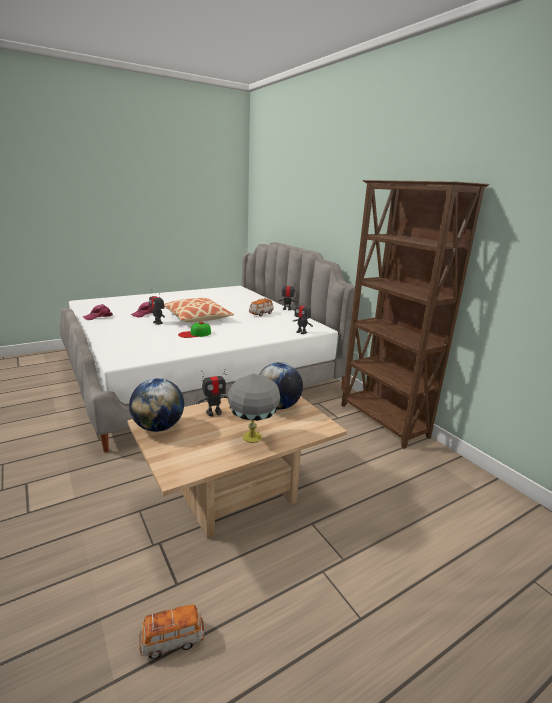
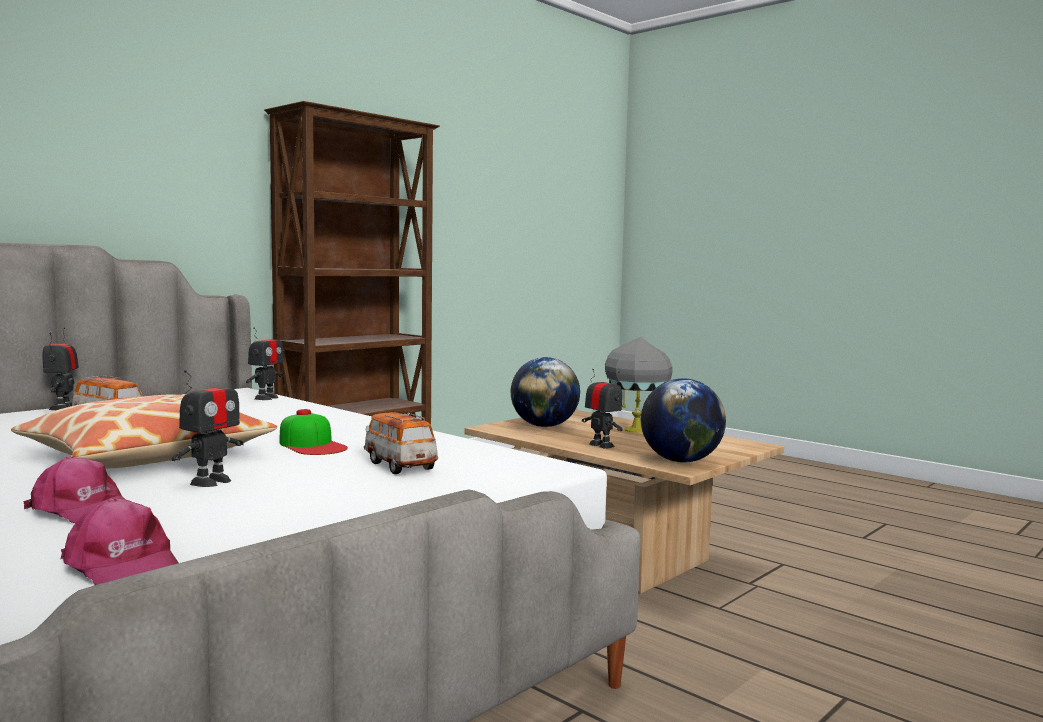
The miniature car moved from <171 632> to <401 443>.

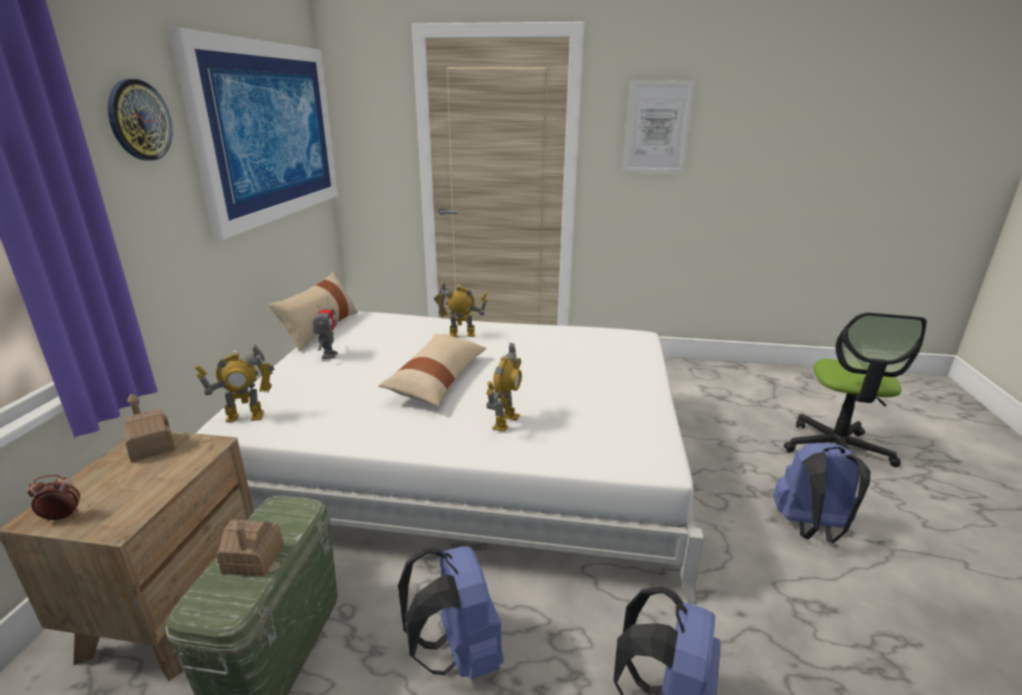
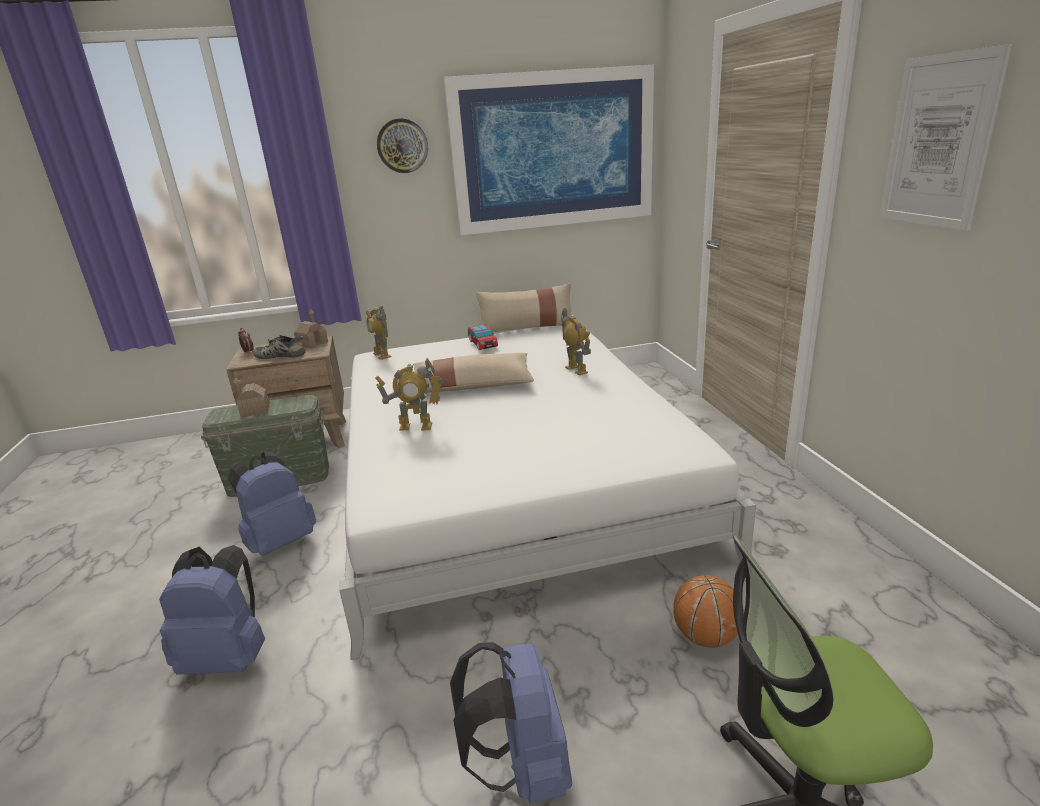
The low shoe at <279 347> appeared.
The model robot at <325 328> was replaced by the miniature car at <483 337>.
The basketball at <708 611> appeared.

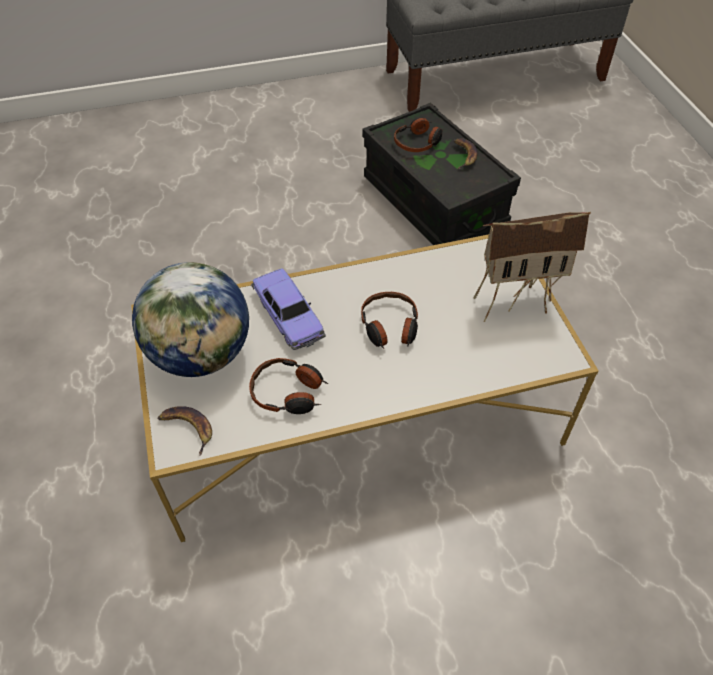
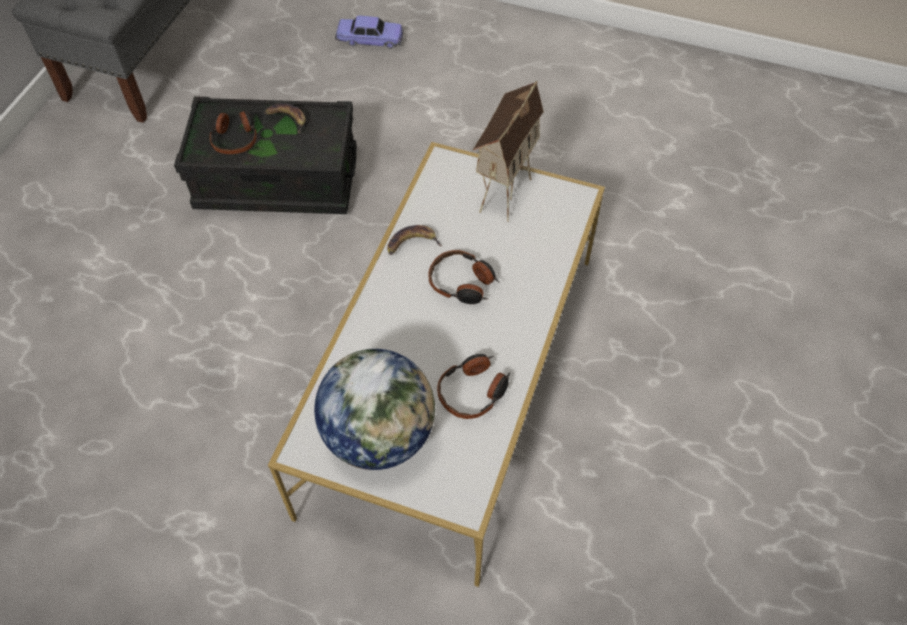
The miniature car moved from <288 309> to <369 32>.
The banana fruit moved from <184 430> to <414 240>.

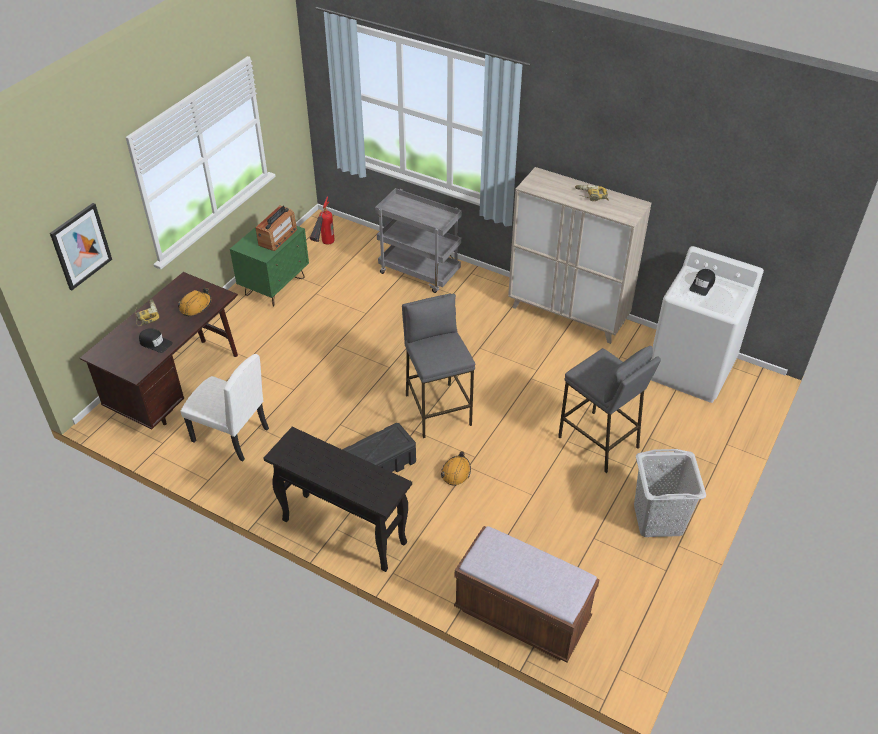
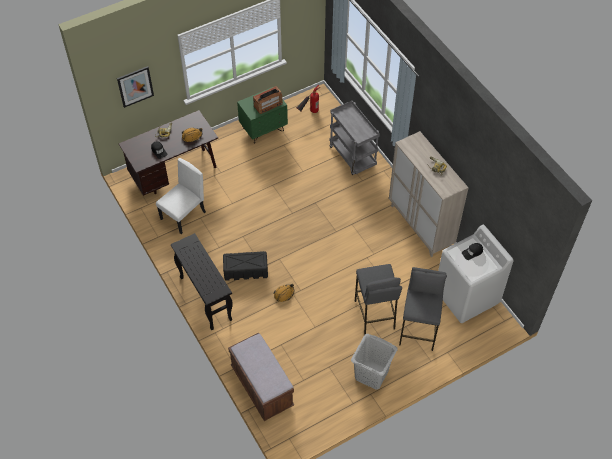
The white plain chair at <224 407> turned 105 degrees counterclockwise.
The greyish stool moved from <438 366> to <423 309>.

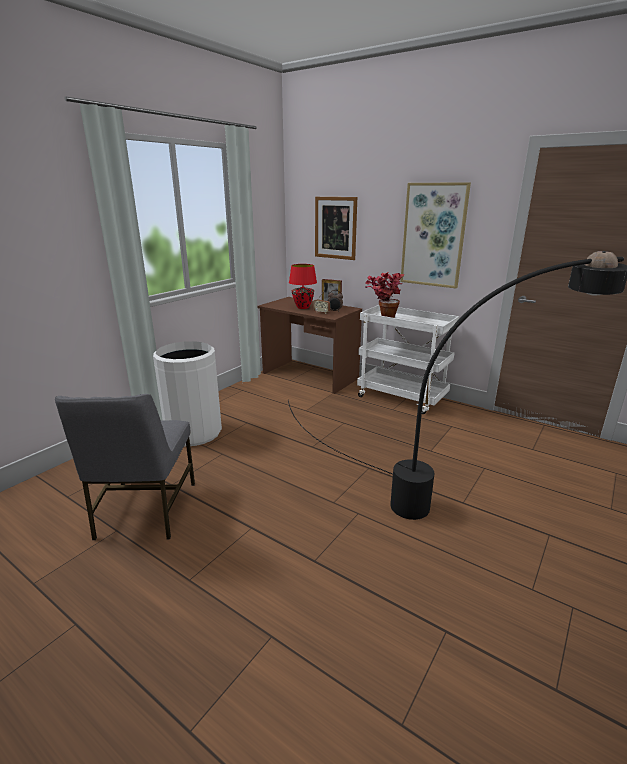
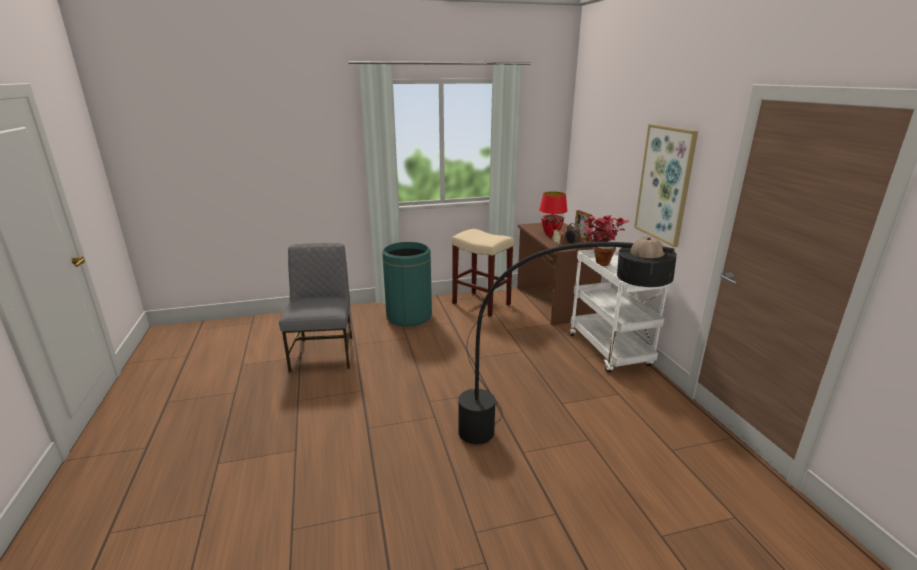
The greyish plain chair at <125 467> turned 135 degrees clockwise.
The white rubbish bin at <187 393> became the green rubbish bin at <407 284>.
The beige-coloured stool at <482 273> appeared.
The picture at <336 228> disappeared.

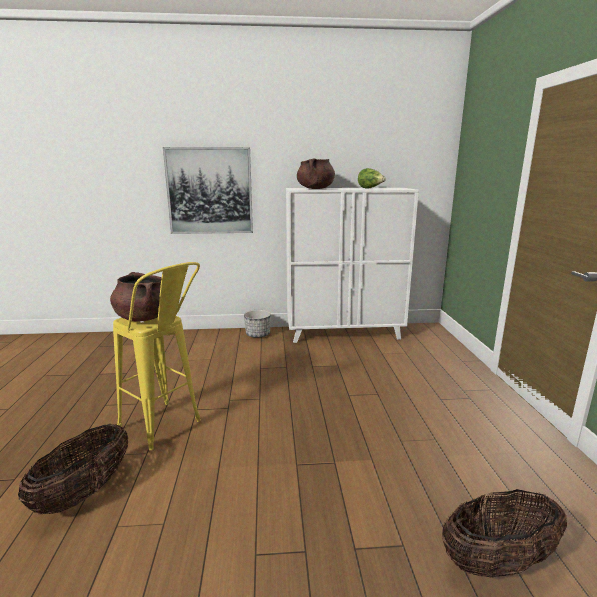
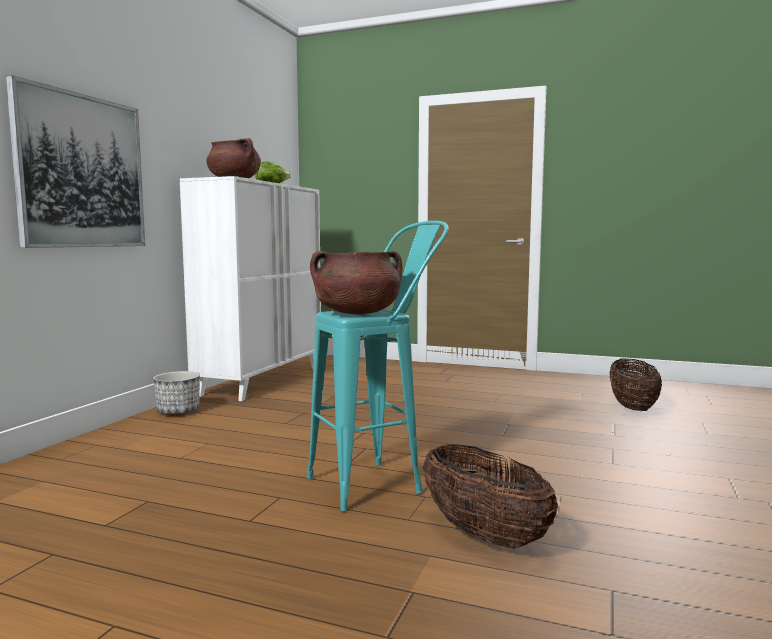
The yellowish stool at <157 356> became the turquoise-coloured stool at <378 366>.

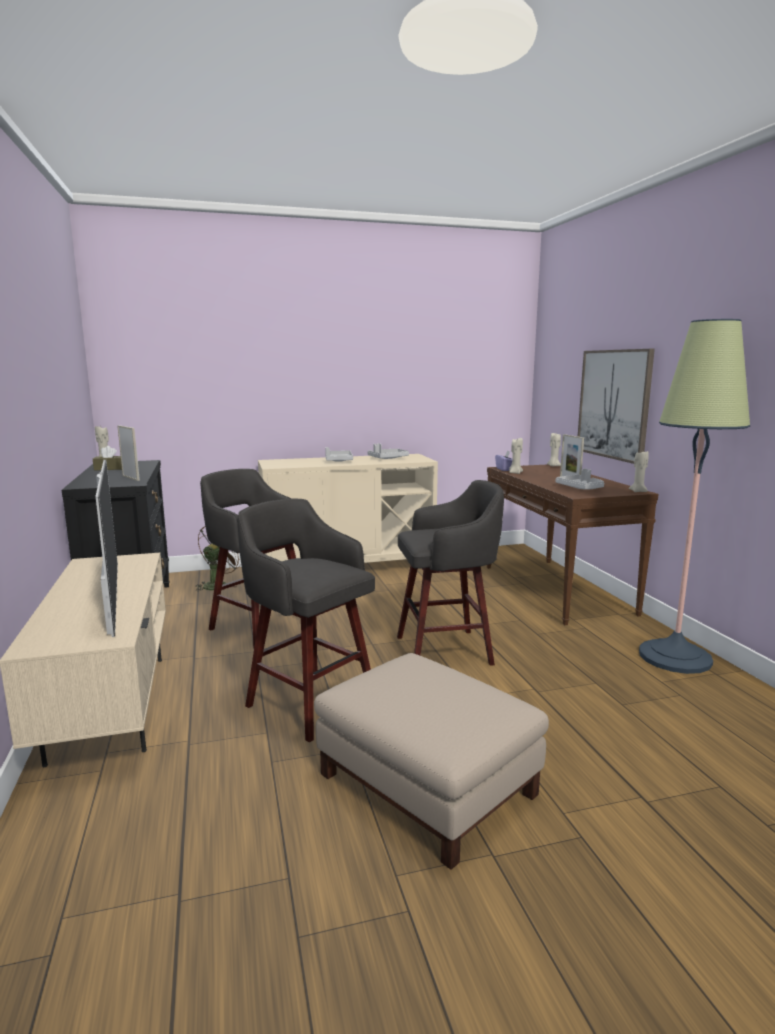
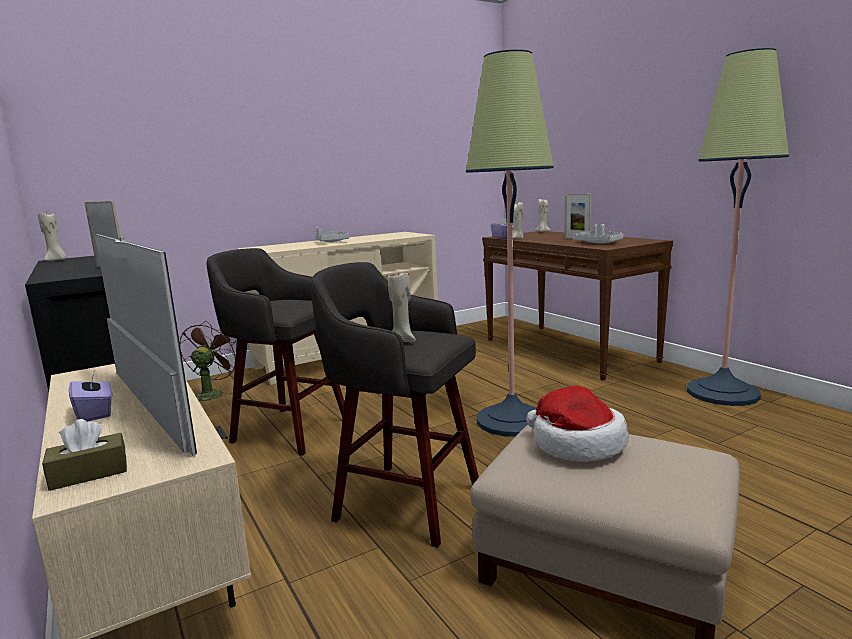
The brownish tissue holder moved from <107 458> to <84 455>.
The purplish tissue holder at <91 395> appeared.
The beige-coloured candle moved from <639 471> to <402 307>.
The greyish stool at <450 573> was replaced by the floor lamp at <510 243>.
The wearable hat at <577 424> appeared.
The greyish carrying tray at <388 451> disappeared.
The picture at <616 406> disappeared.

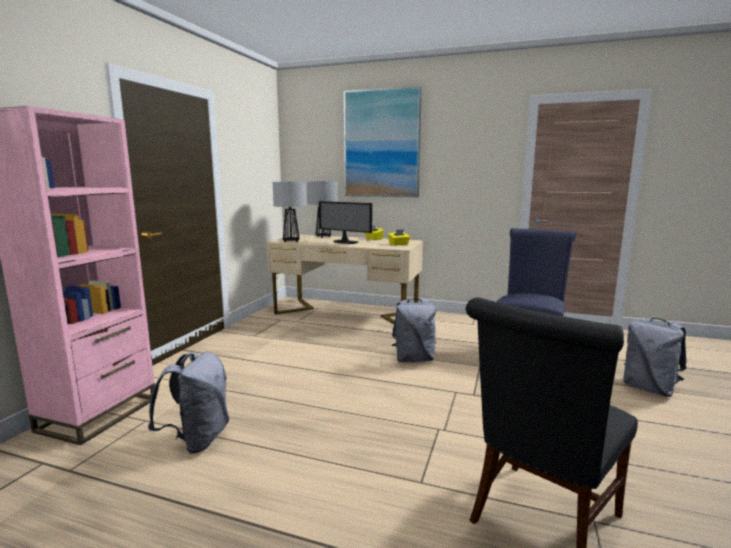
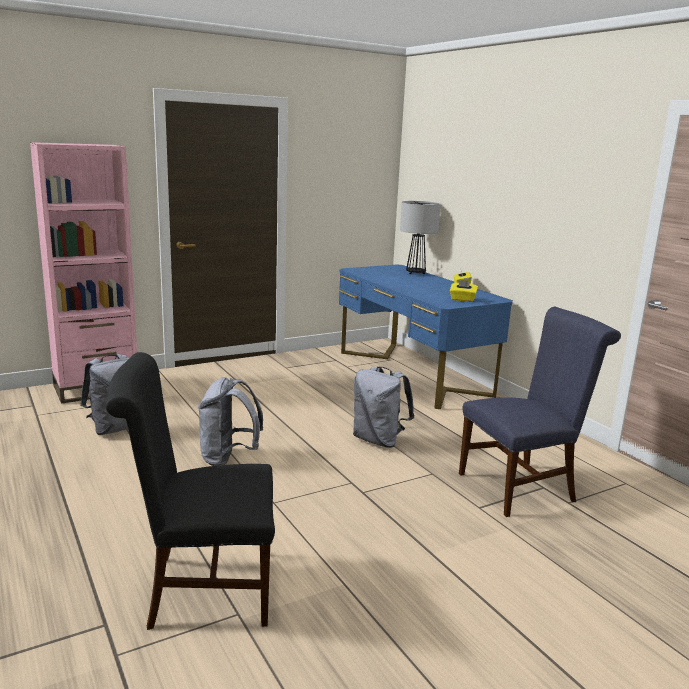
The greyish knapsack moved from <654 357> to <231 421>.
The beige-coloured desk at <345 279> became the bluish desk at <426 337>.
The lamp for a table at <289 212> disappeared.
The computer display at <345 222> disappeared.
The picture at <383 141> disappeared.

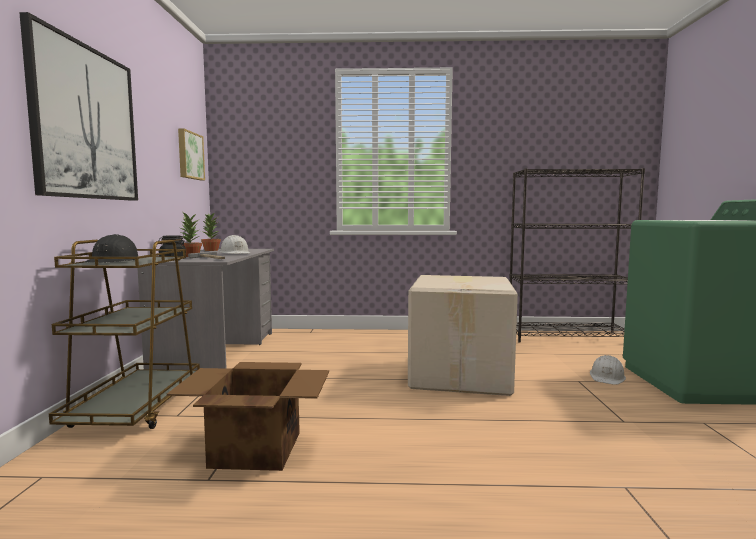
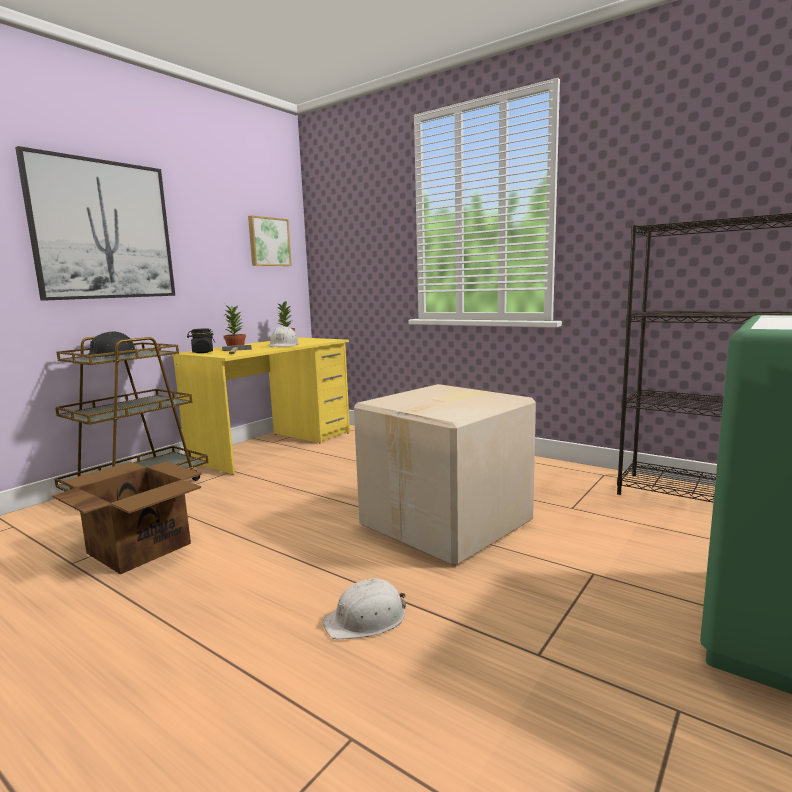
The greyish desk at <205 309> became the yellowish desk at <261 406>.
The white hard hat moved from <608 370> to <364 608>.

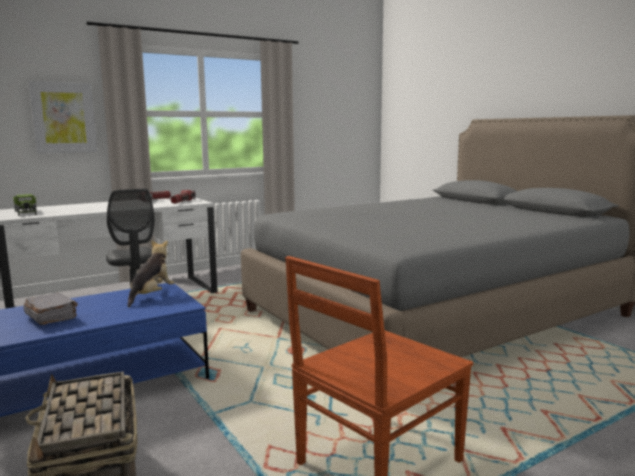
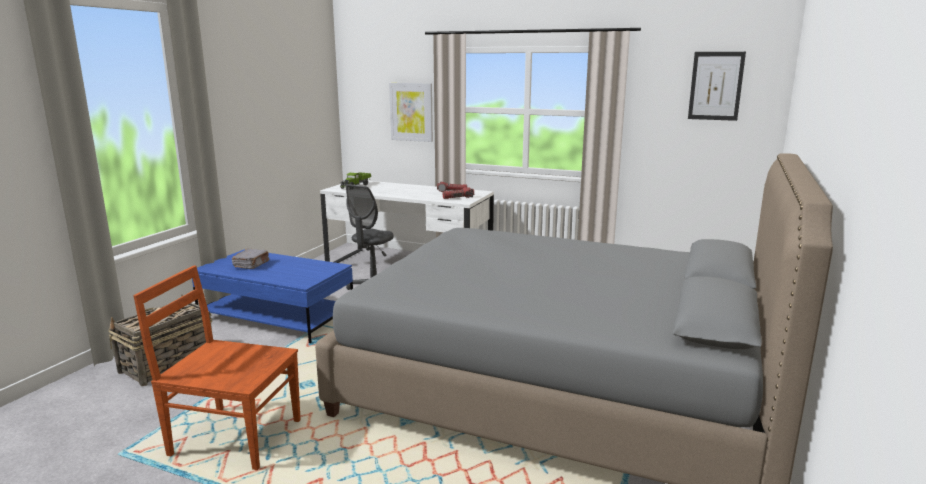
The picture at <717 86> appeared.
The cuddly toy at <151 273> disappeared.

